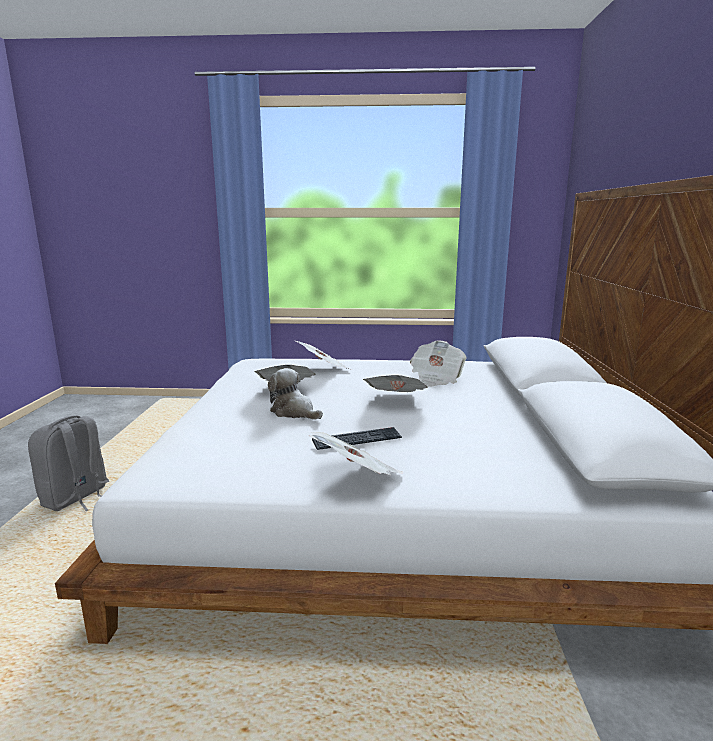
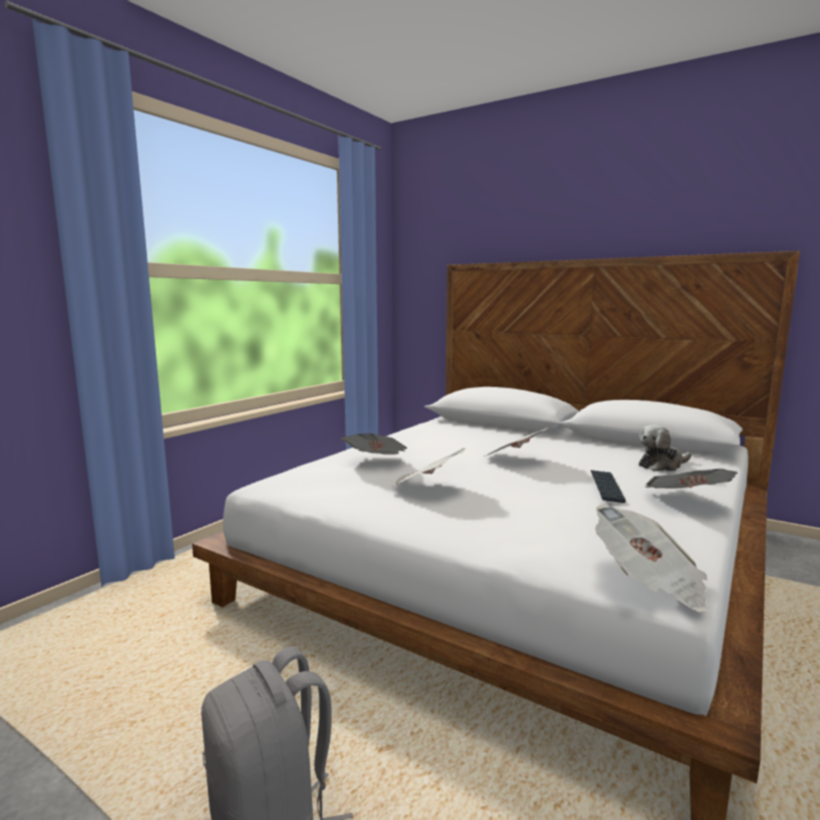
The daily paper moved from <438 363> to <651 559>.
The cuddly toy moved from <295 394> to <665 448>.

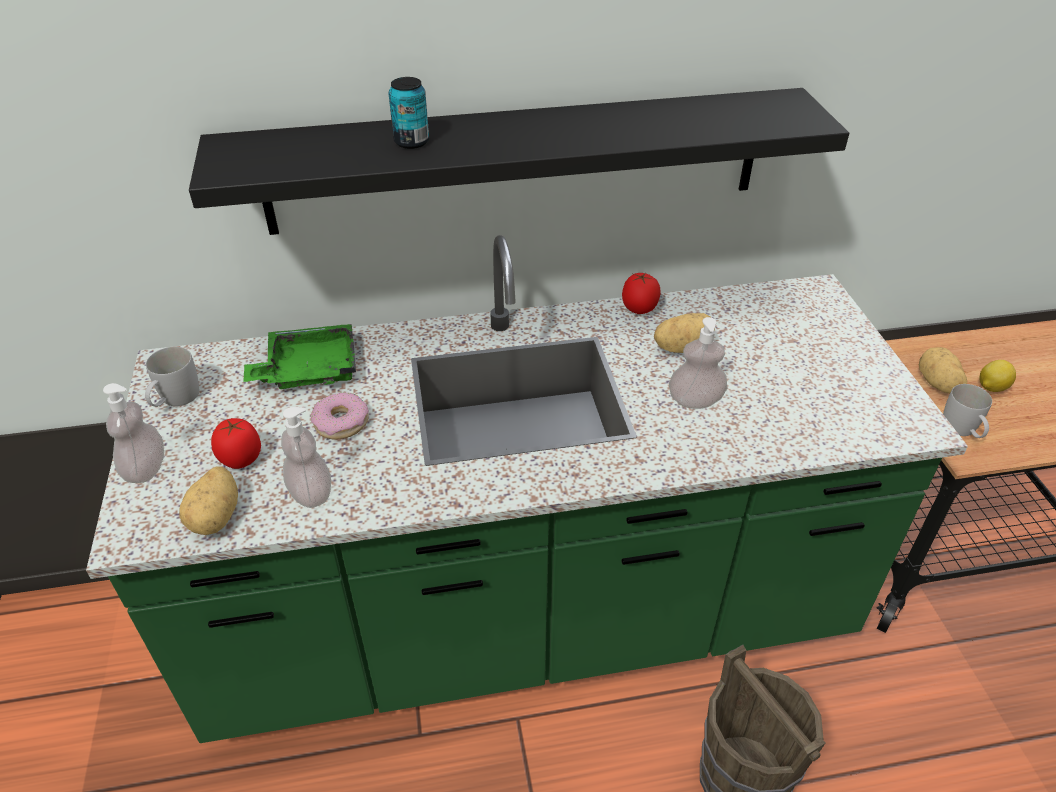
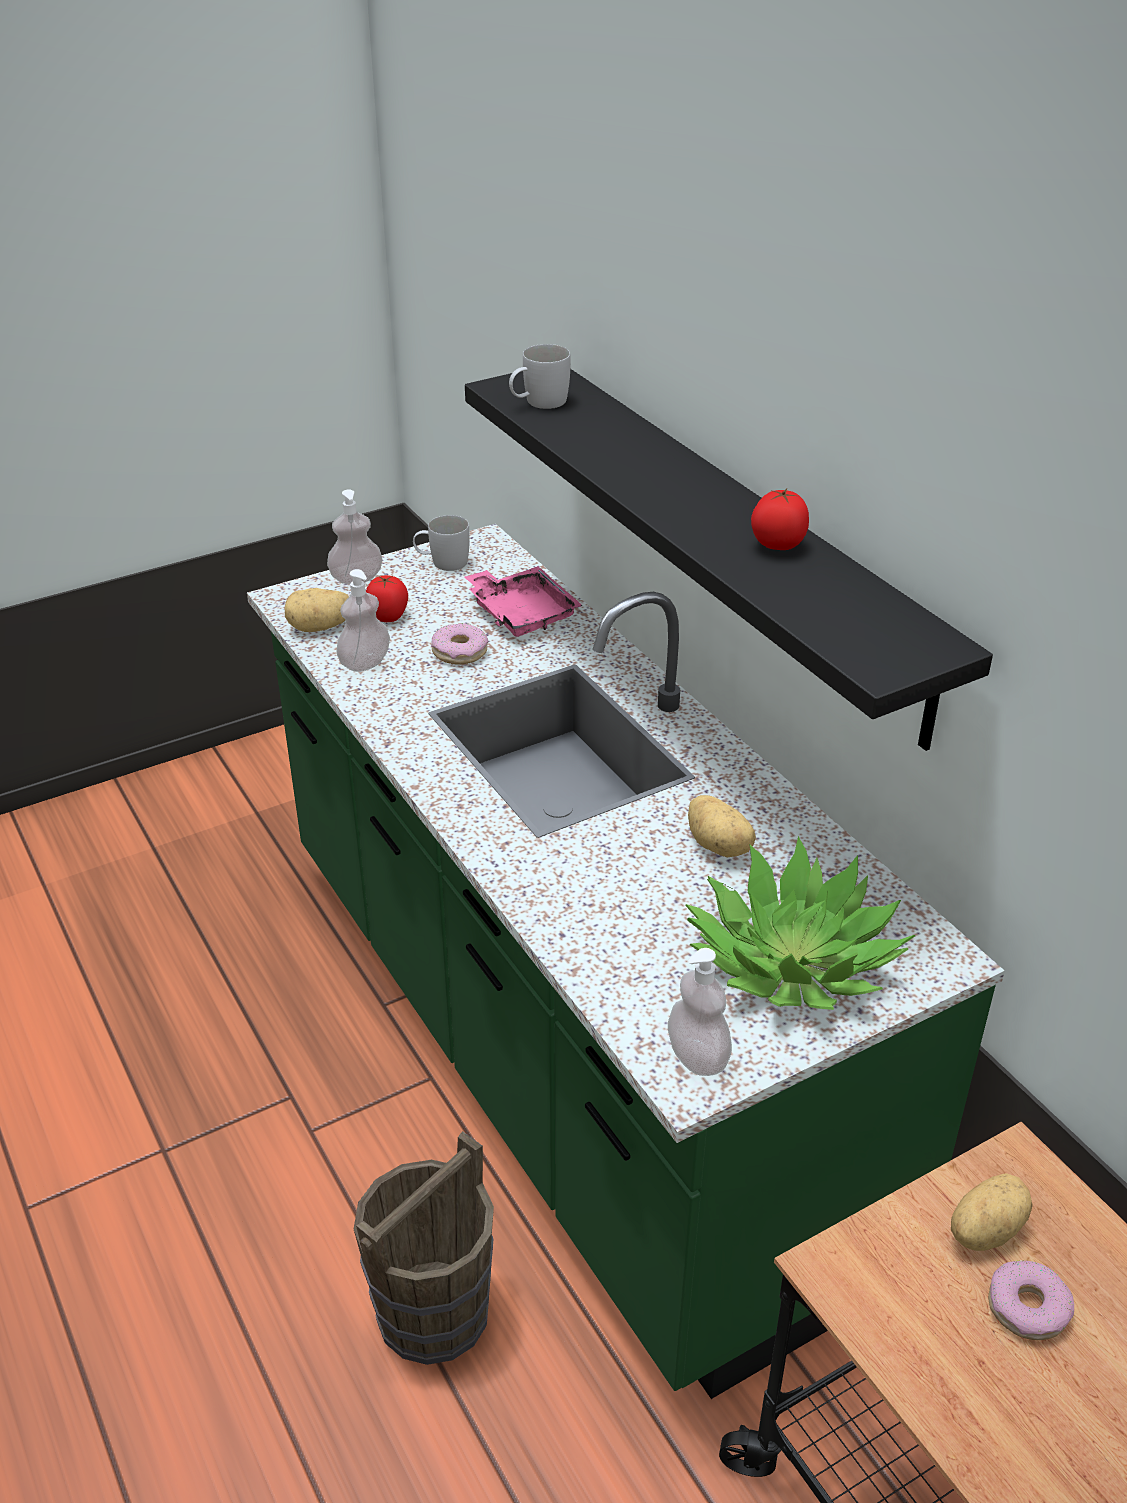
The green carrying tray at <299 356> became the pink-coloured carrying tray at <524 601>.
The white coffee mug moved from <967 411> to <540 376>.
The soap bottle moved from <698 363> to <700 1012>.
The potted plant at <800 923> appeared.
The tomato moved from <641 293> to <780 519>.
The lemon at <997 376> was replaced by the donut at <1031 1300>.
The sealed can at <409 113> disappeared.

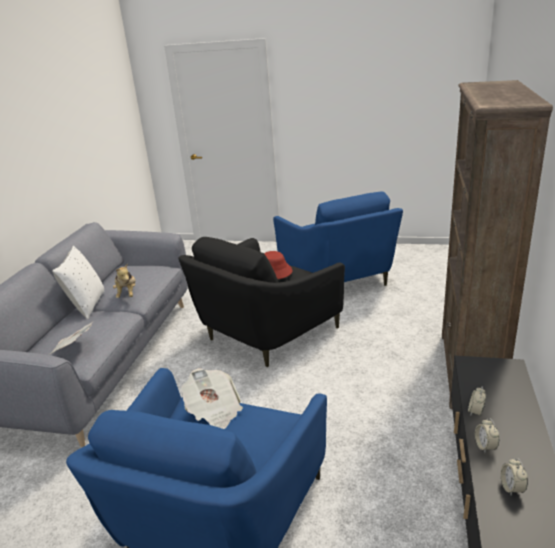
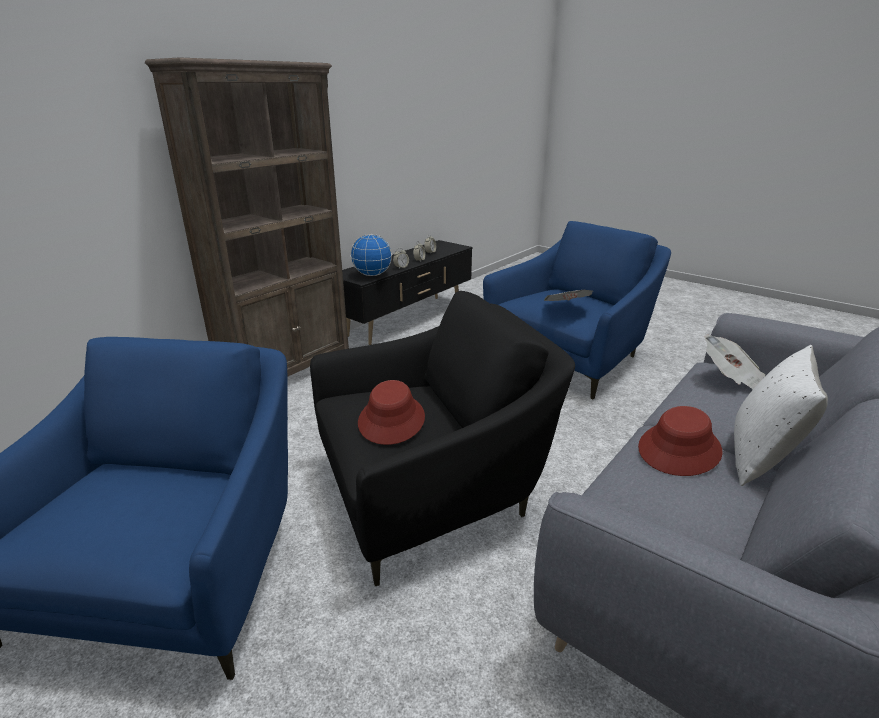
The desk globe at <371 255> appeared.
The cuddly toy at <124 281> was replaced by the reddish wearable hat at <680 441>.

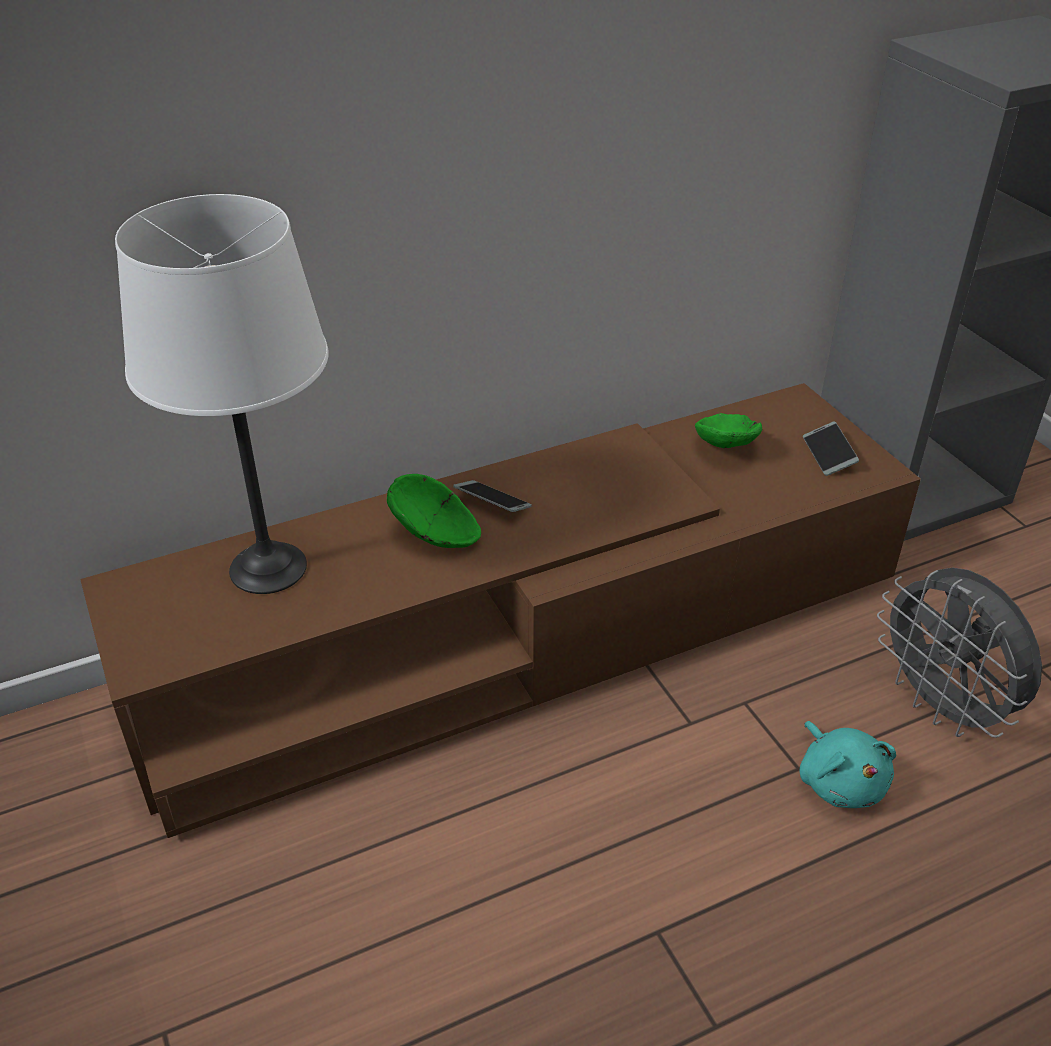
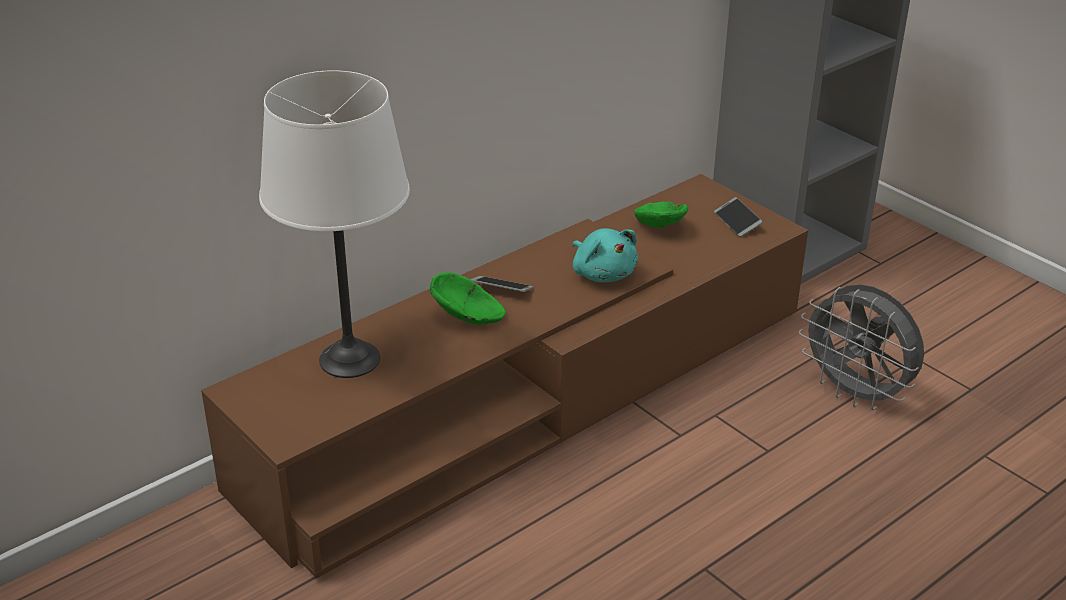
The turquoise-coloured cuddly toy moved from <847 764> to <605 255>.

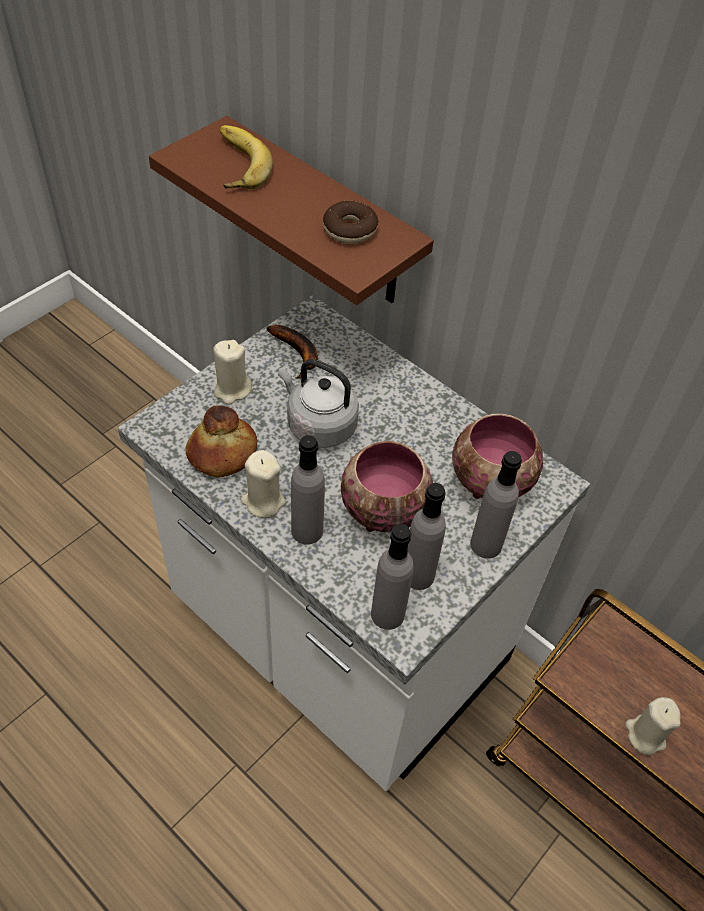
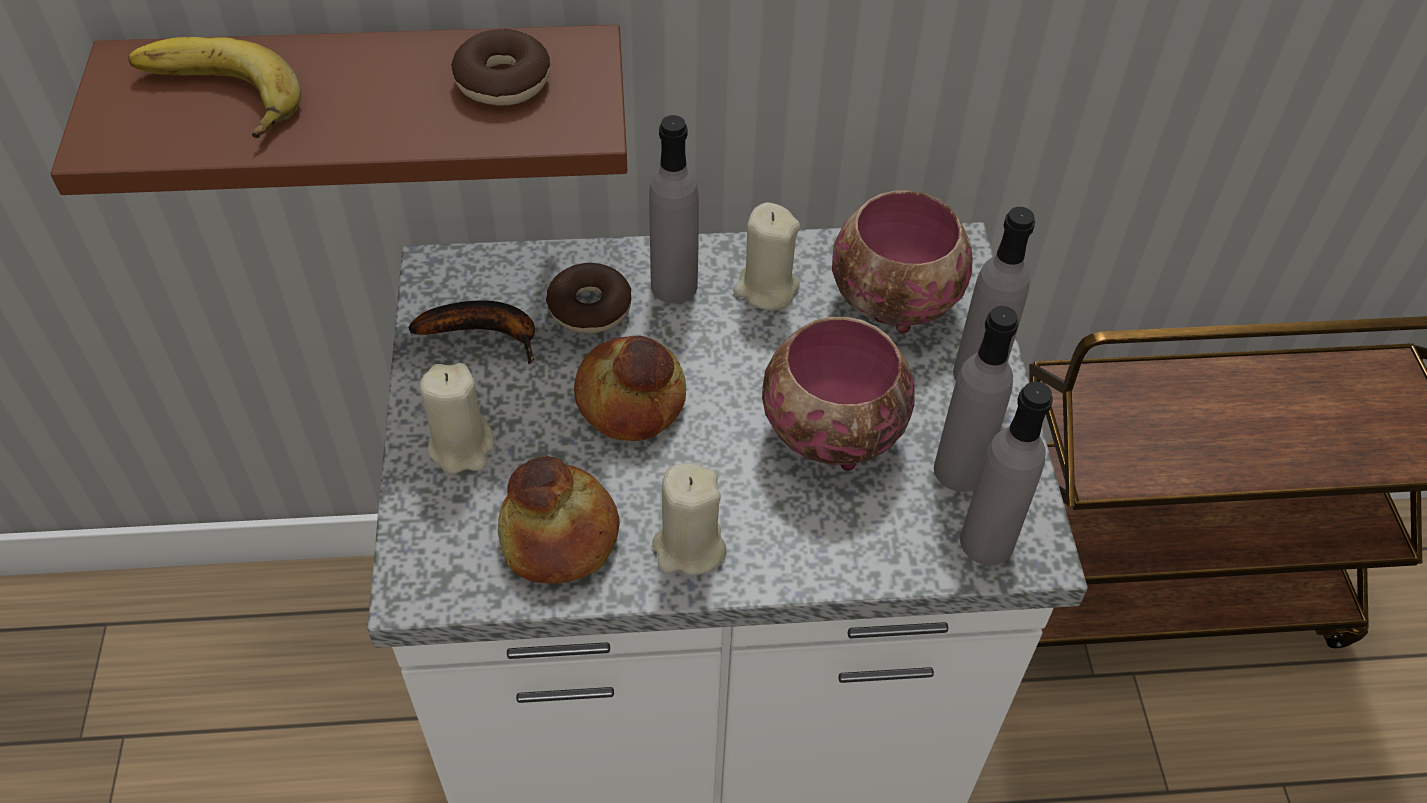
The donut at <588 298> appeared.
The greyish tea kettle at <318 403> was replaced by the baked bread at <630 388>.
The greyish beverage bottle moved from <308 490> to <674 209>.
The beige-coloured candle moved from <653 726> to <766 256>.

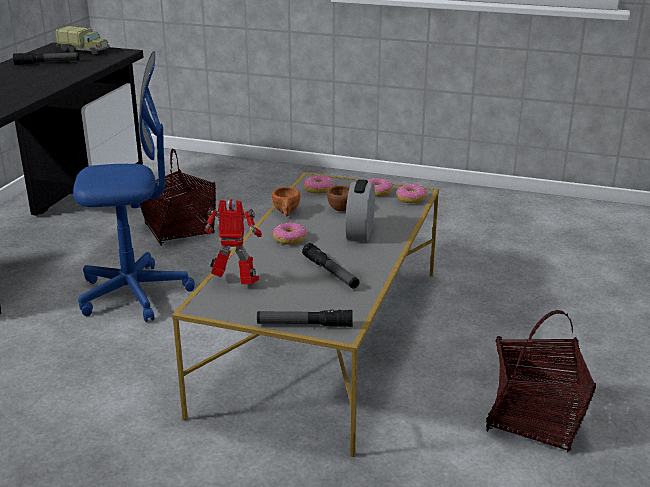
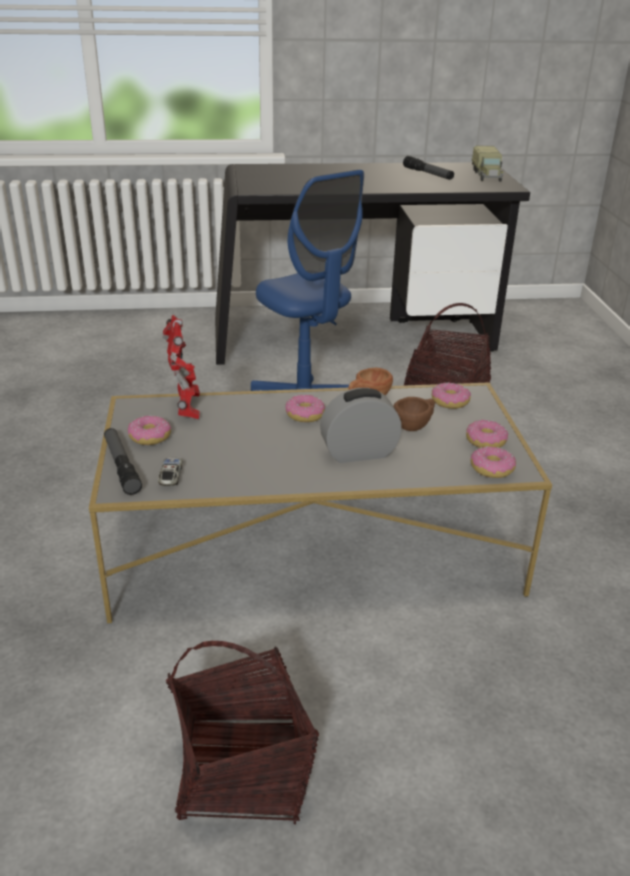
The donut at <149 430> appeared.
The miniature car at <170 472> appeared.
The torch at <330 266> disappeared.

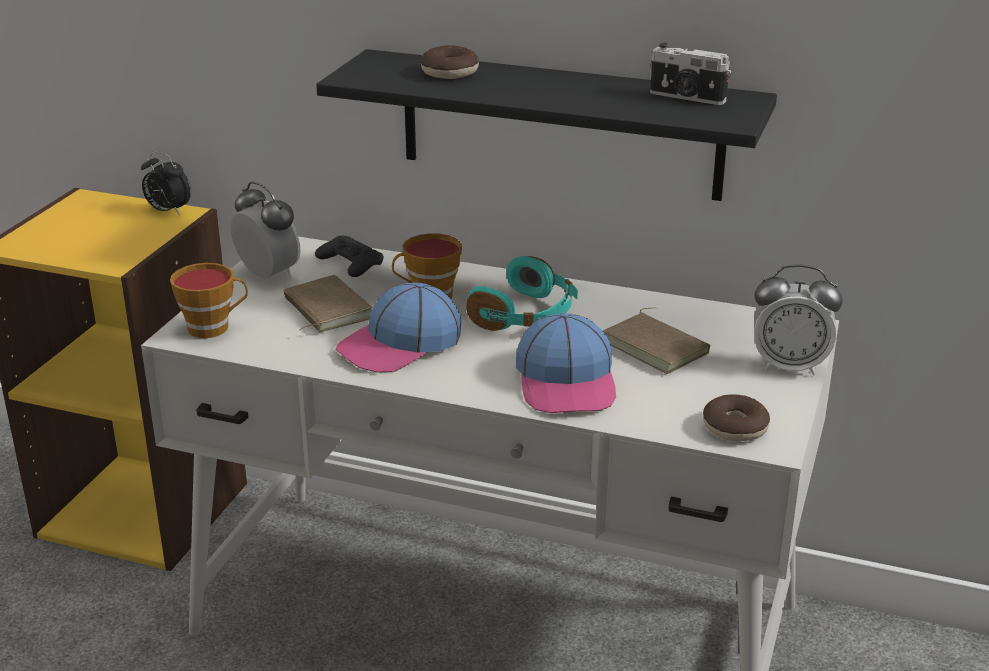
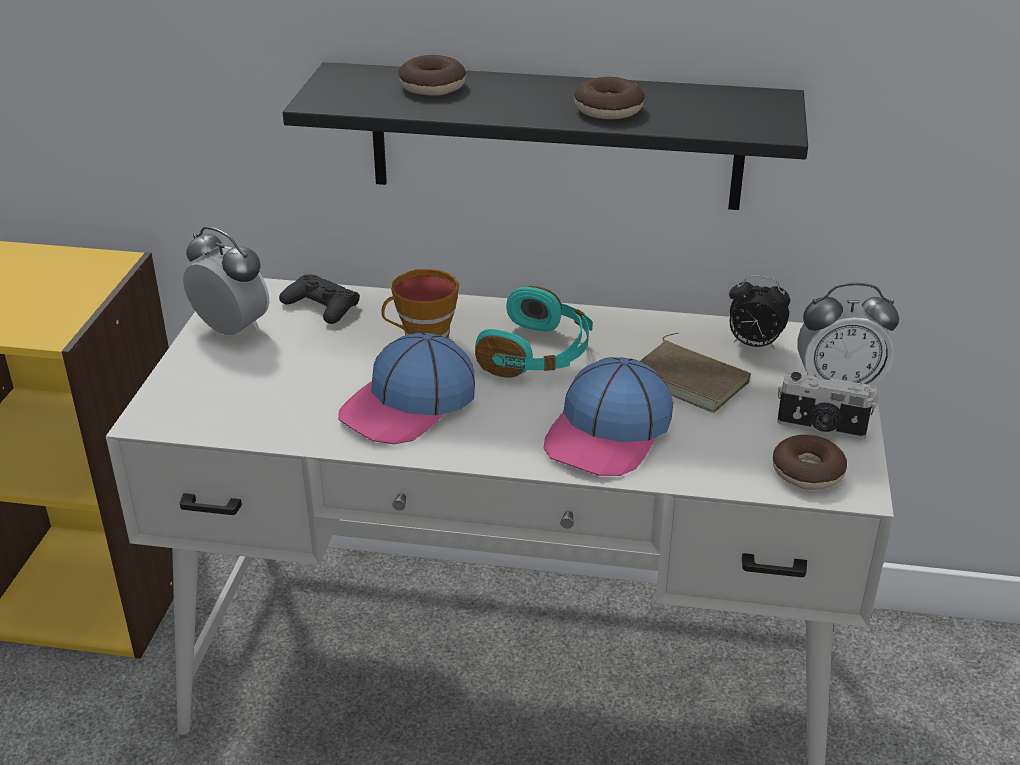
The peaked cap at <566 363> turned 45 degrees clockwise.
The donut at <609 98> appeared.
The alarm clock moved from <166 183> to <759 312>.
The still camera moved from <690 74> to <826 405>.
The cup at <209 300> disappeared.
The brownish book at <328 303> disappeared.

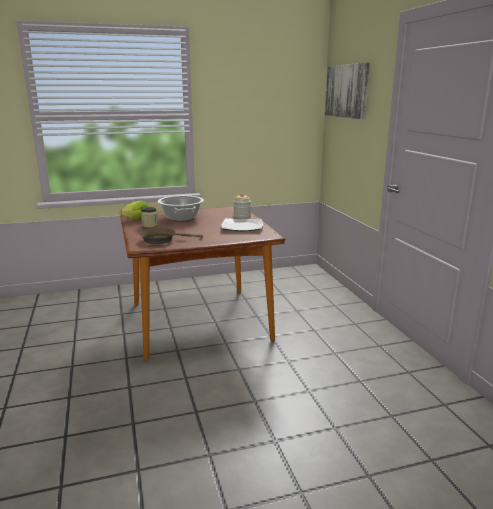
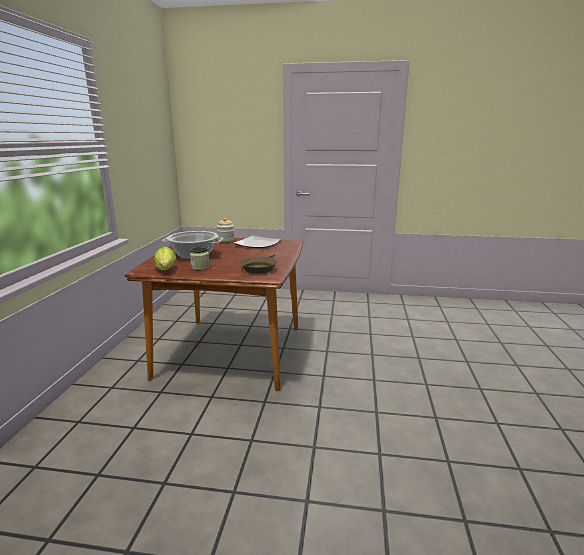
The picture at <347 91> disappeared.

